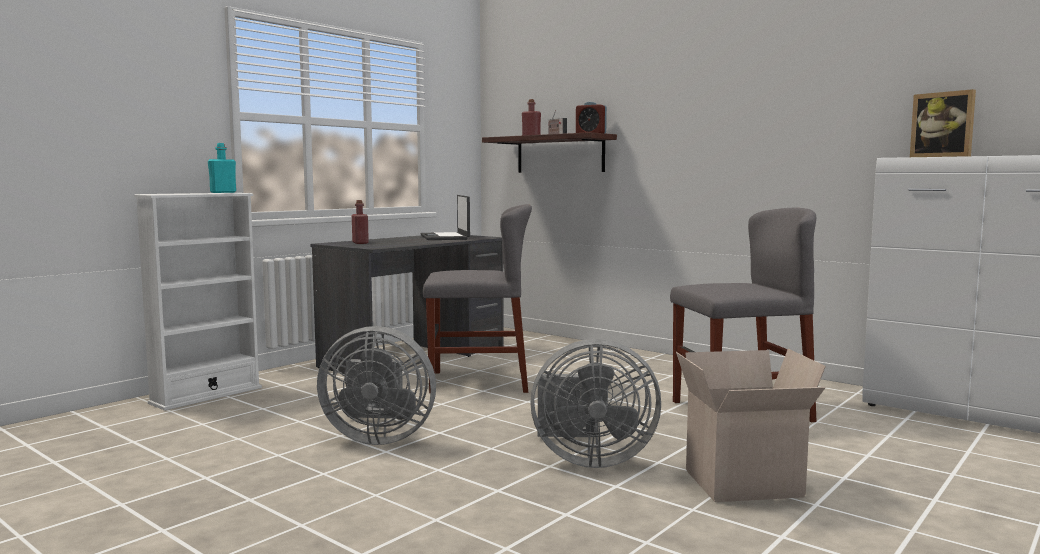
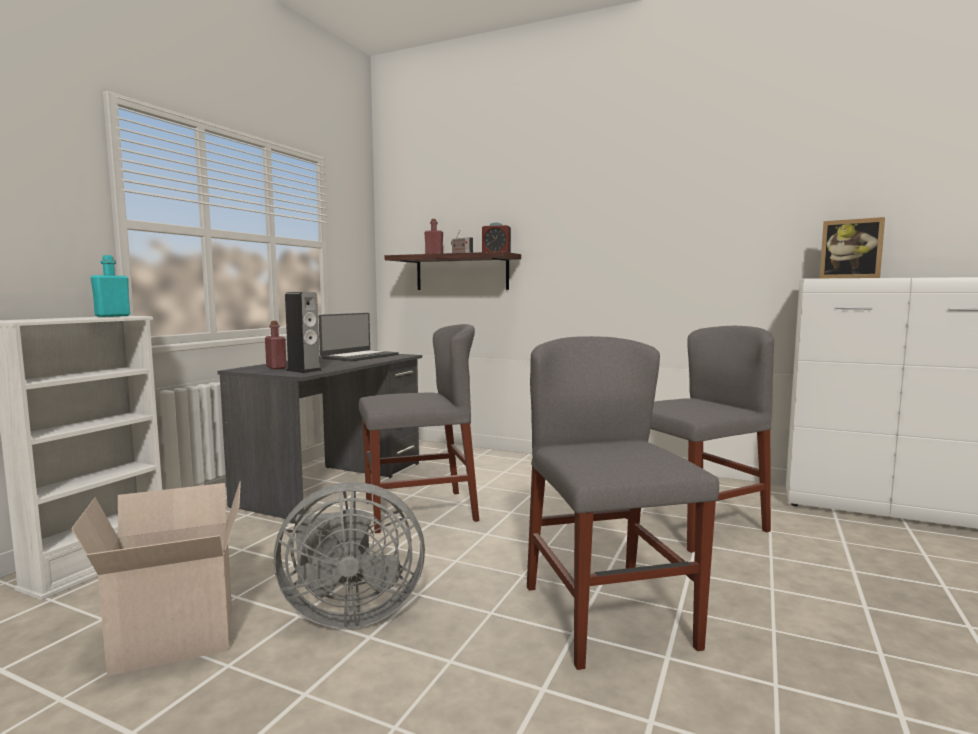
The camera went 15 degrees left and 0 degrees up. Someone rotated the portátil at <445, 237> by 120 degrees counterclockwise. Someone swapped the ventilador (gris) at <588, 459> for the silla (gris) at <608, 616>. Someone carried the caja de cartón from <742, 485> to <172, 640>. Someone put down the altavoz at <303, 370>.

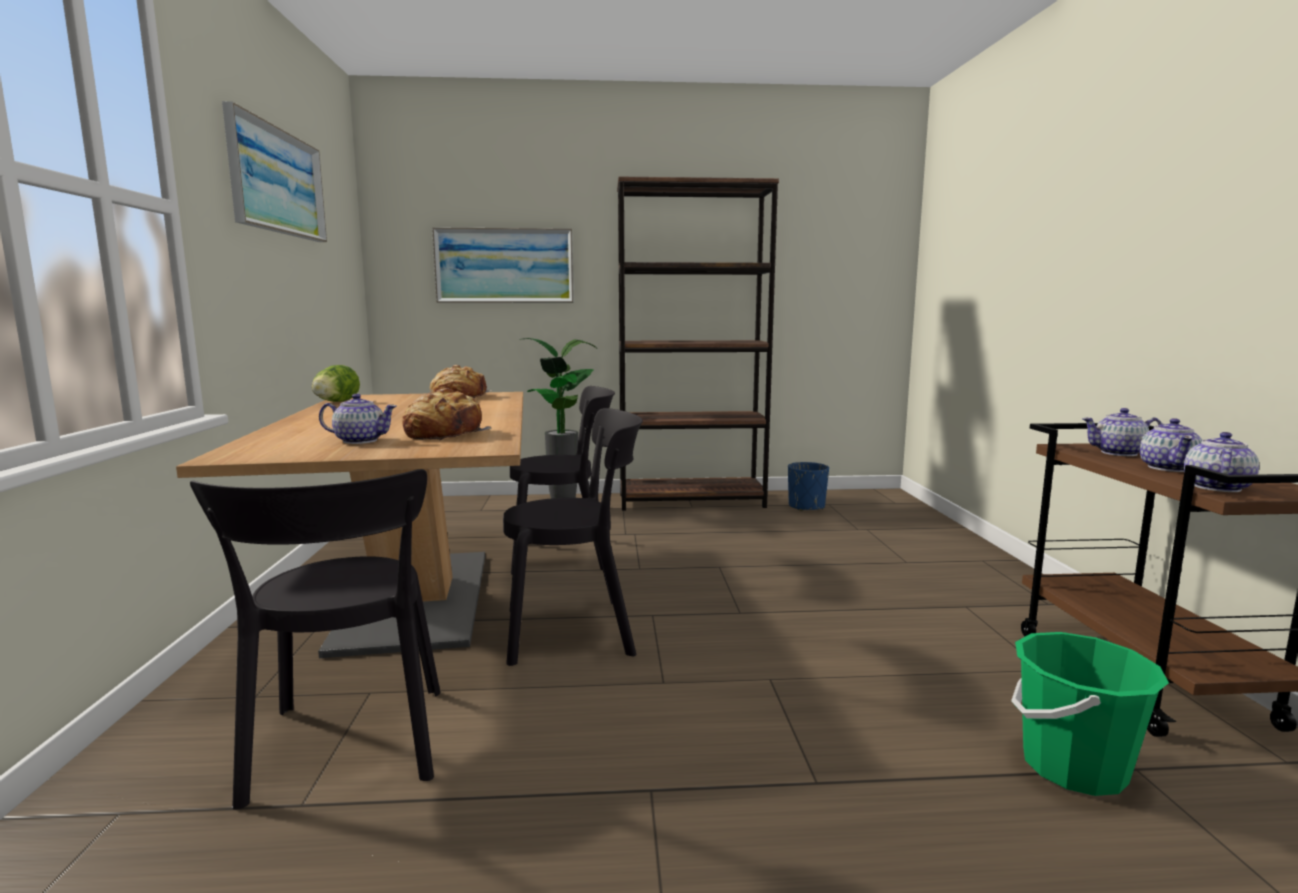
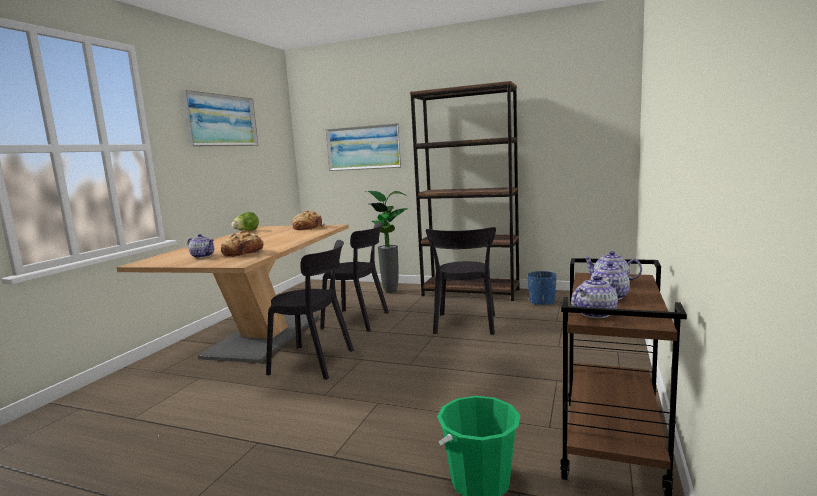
The camera went 25 degrees right and 0 degrees up. Someone carried the silla (negro) from <348, 749> to <465, 325>.

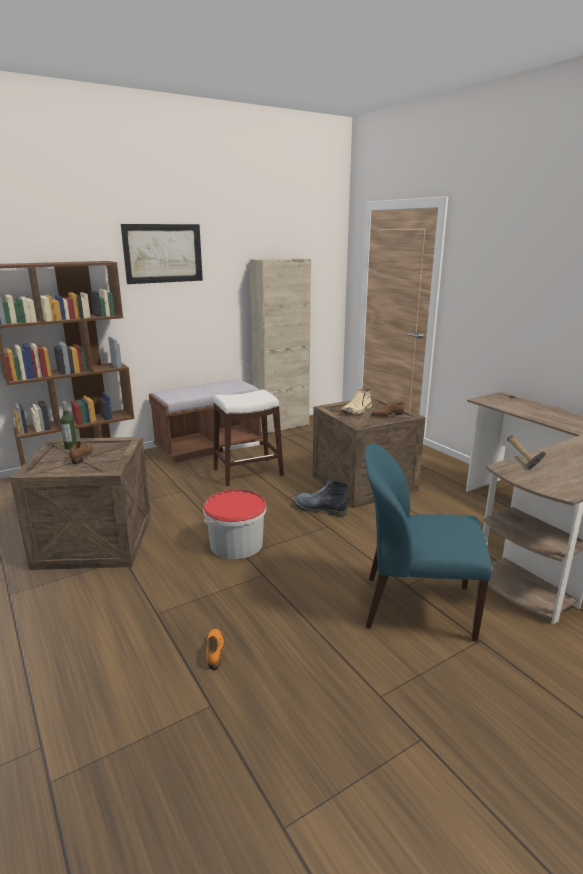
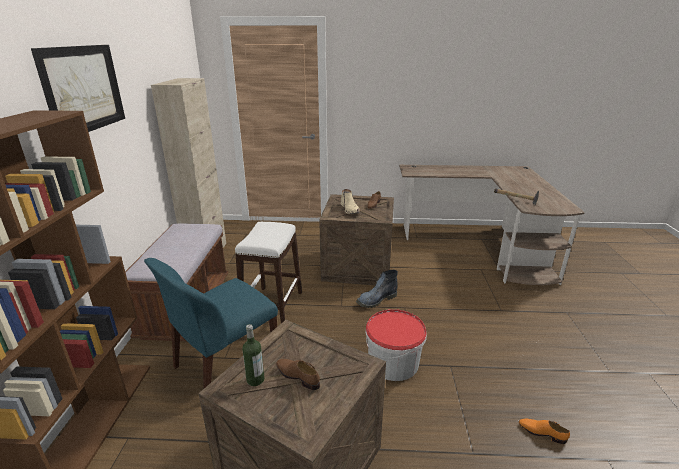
The camera went 55 degrees left and 5 degrees up. Someone carried the silla (azul) from <415, 606> to <224, 364>.

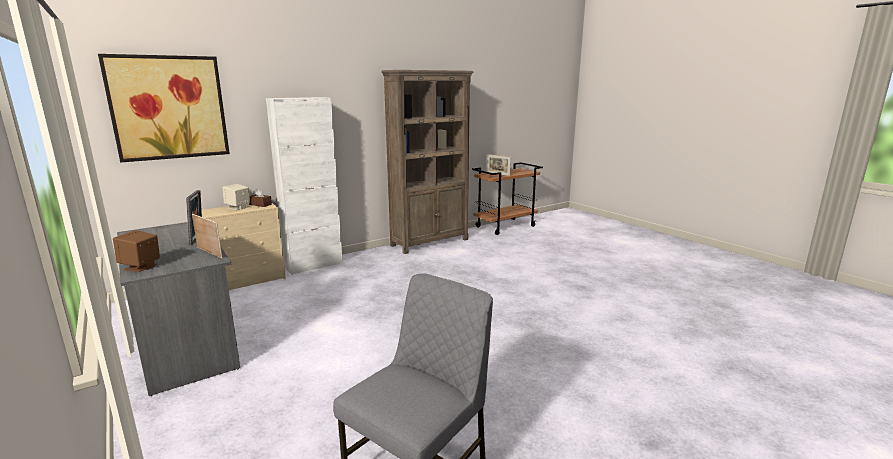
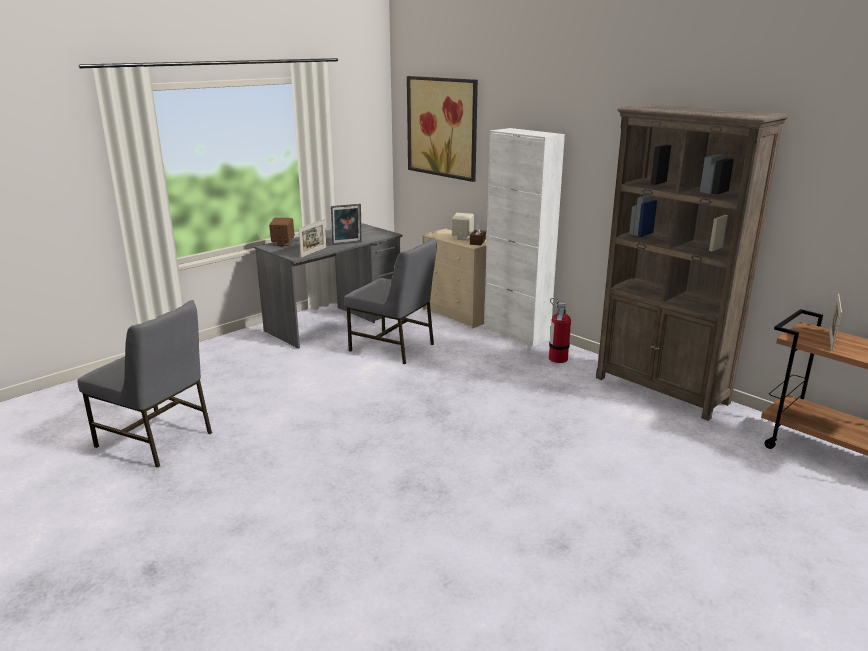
The camera went 80 degrees right and 5 degrees up. Someone put down the silla (gris) at <393, 347>. Someone put down the extintor at <558, 358>.

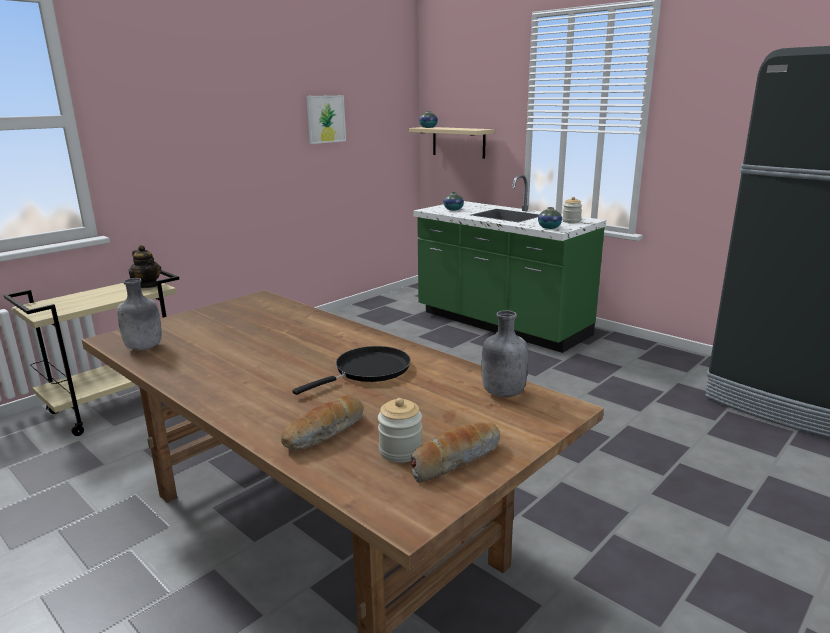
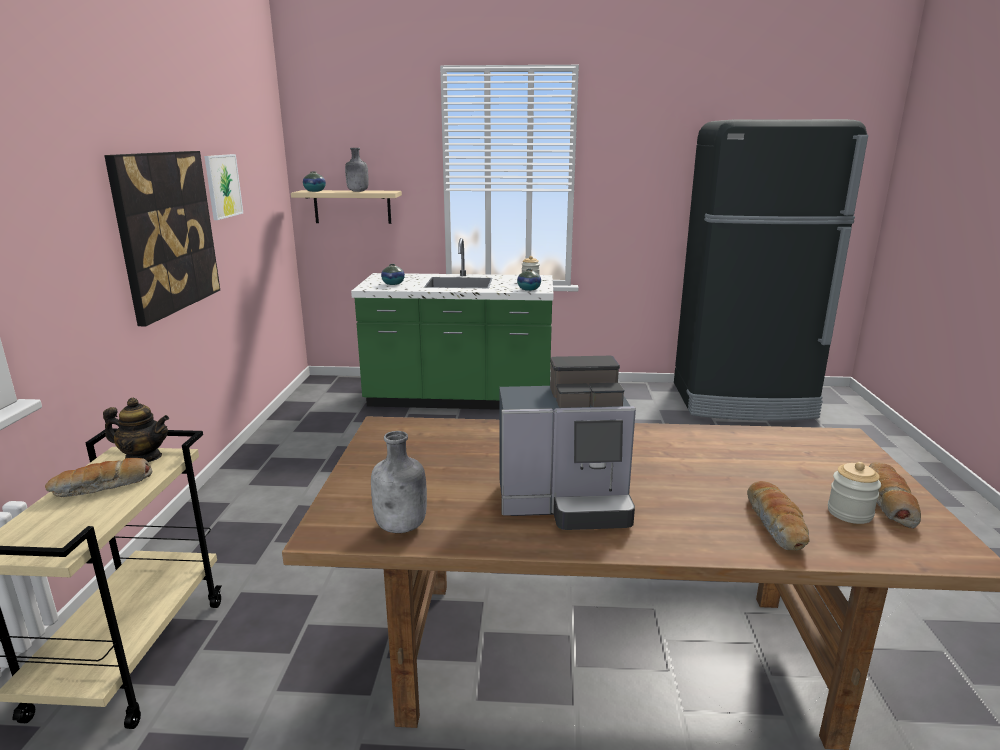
The camera went 40 degrees left and 0 degrees up. Someone carried the botella (gris) from <502, 393> to <357, 191>. Someone took away the sartén (negro) at <368, 371>. Someone put up the cuadro at <166, 232>. Someone put down the cafetera at <566, 503>. Someone put down the pan at <102, 487>.

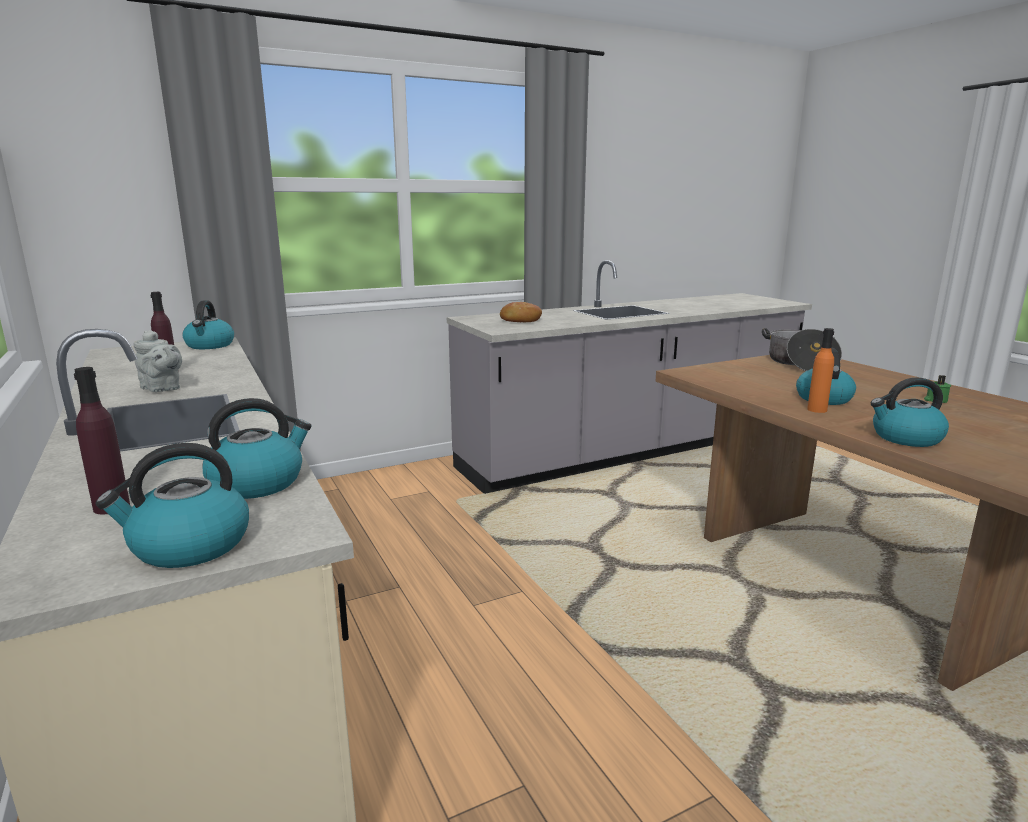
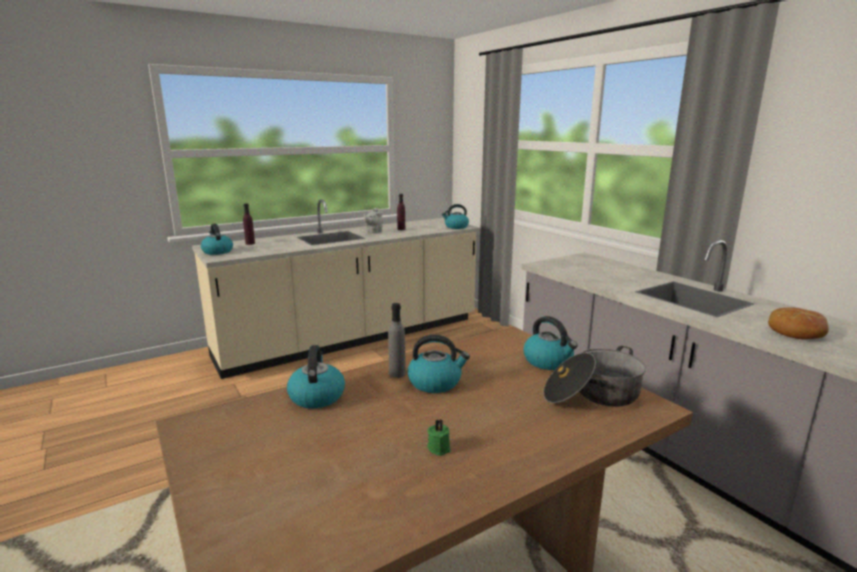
The camera went 85 degrees right and 0 degrees up. Someone carried the pan from <520, 320> to <795, 332>. Someone repainted the botella (naranja) at <817, 410>, which became the botella (gris) at <397, 373>. Someone carried the hervidor from <258, 483> to <548, 361>.

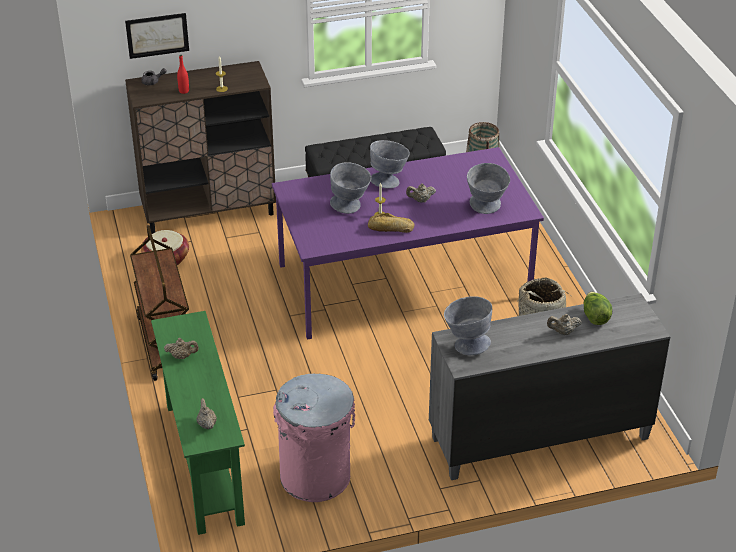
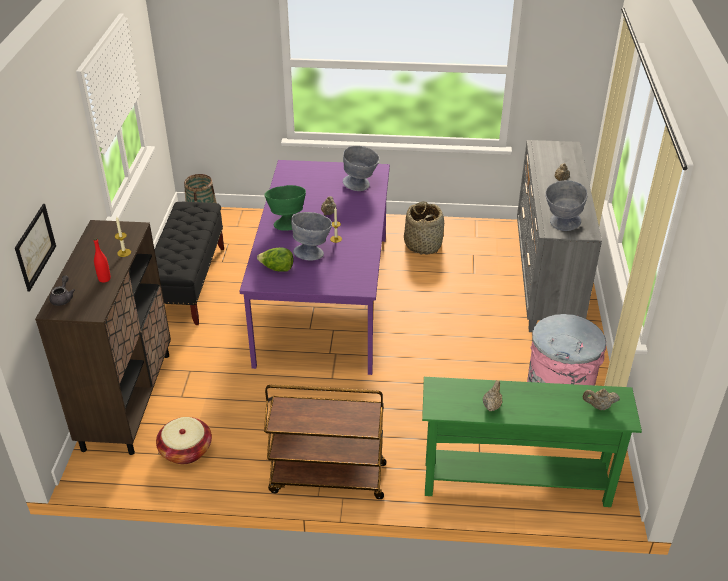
The camera went 70 degrees left and 0 degrees up. Someone repainted the cuenco (gris) at <389, 180>, which became the cuenco (verde) at <287, 223>. Someone took away the pan at <390, 228>. Someone carried the lechuga from <595, 317> to <277, 269>.

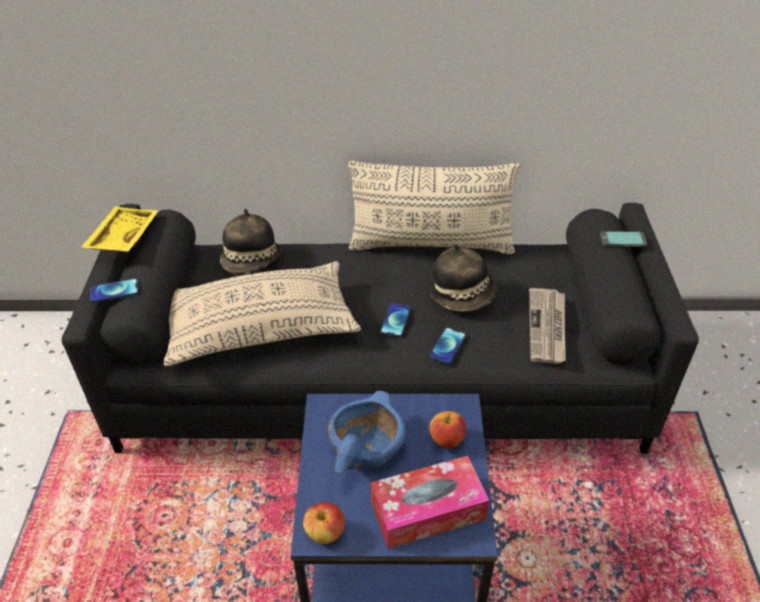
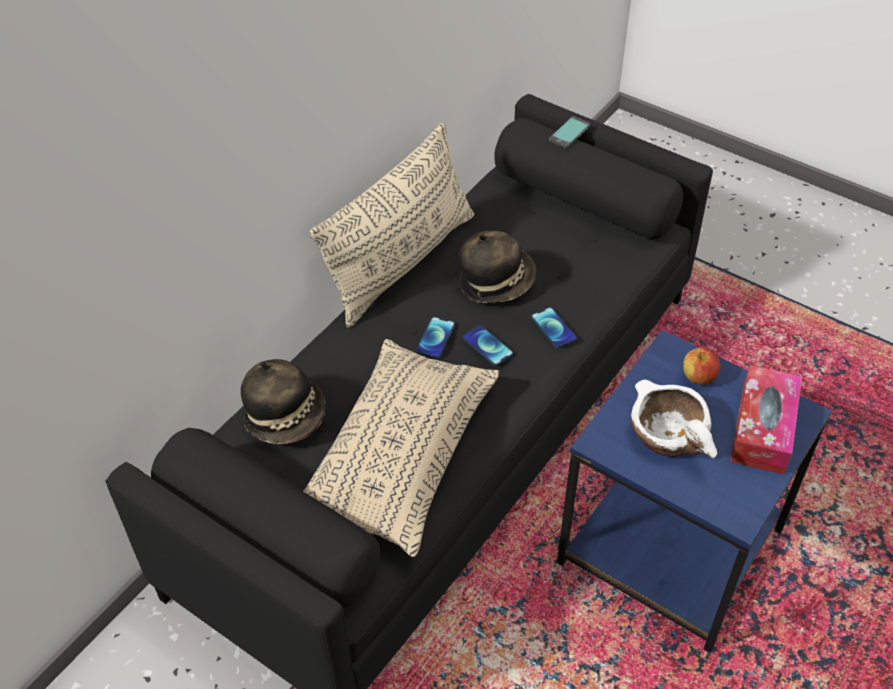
The camera went 55 degrees left and 5 degrees up. Someone took away the bandeja (amarillo) at <122, 237>. Someone carried the móvil from <114, 291> to <435, 338>. Someone took away the periódico at <547, 328>. Someone repainted the cuenco (azul) at <366, 446>, which became the cuenco (blanco) at <667, 435>. Someone took away the manzana at <325, 533>.

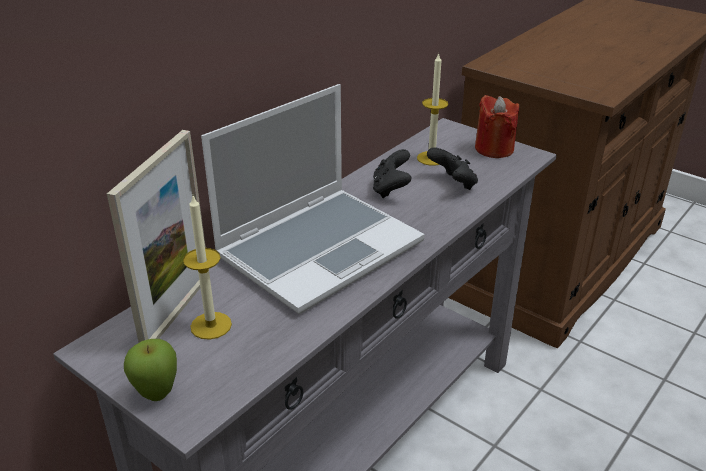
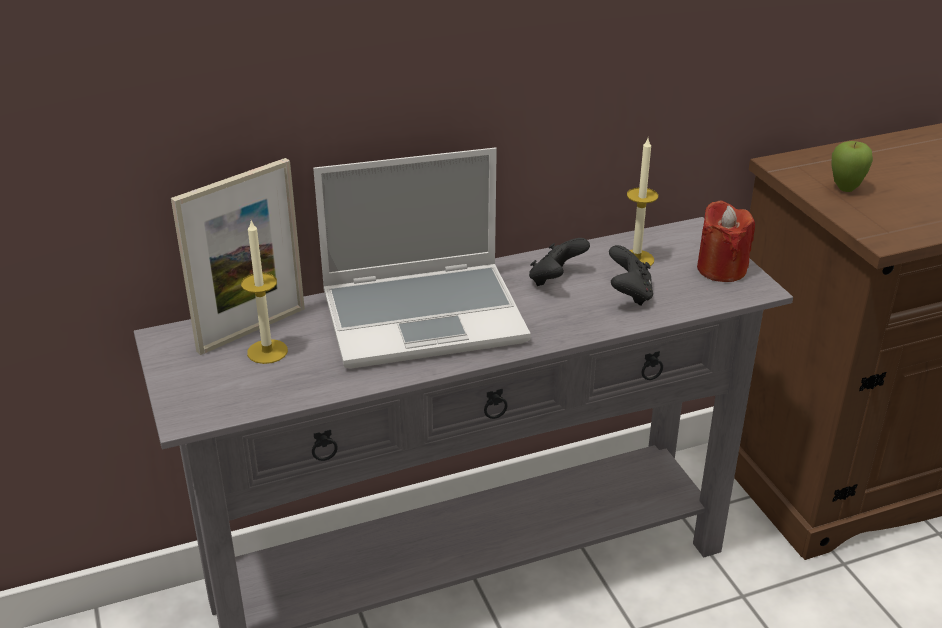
The camera went 30 degrees right and 0 degrees up. Someone carried the manzana from <157, 395> to <845, 189>.

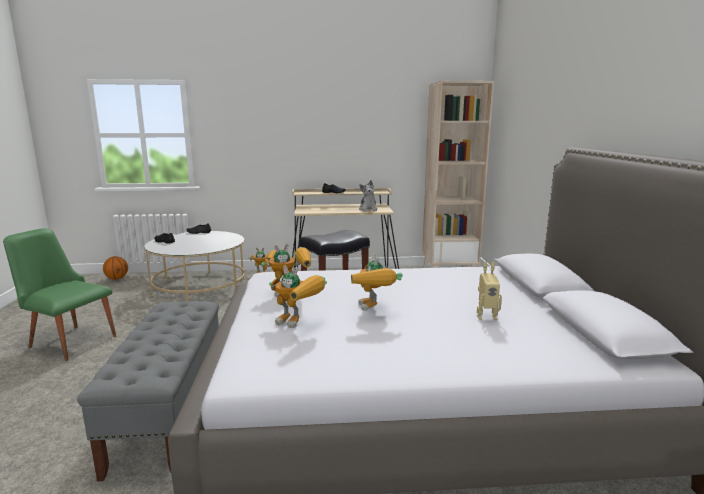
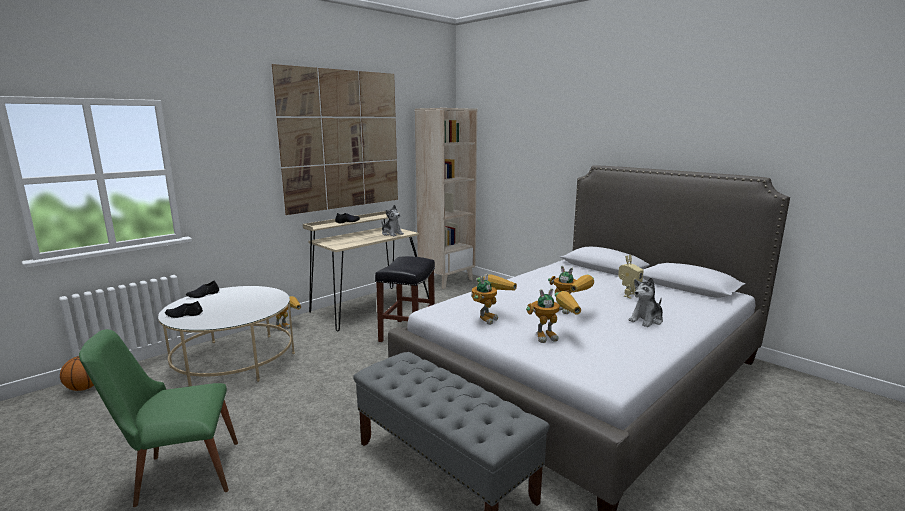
The camera went 40 degrees left and 0 degrees up. Someone put up the cuadro at <342, 140>. Someone put down the peluche at <646, 320>.

